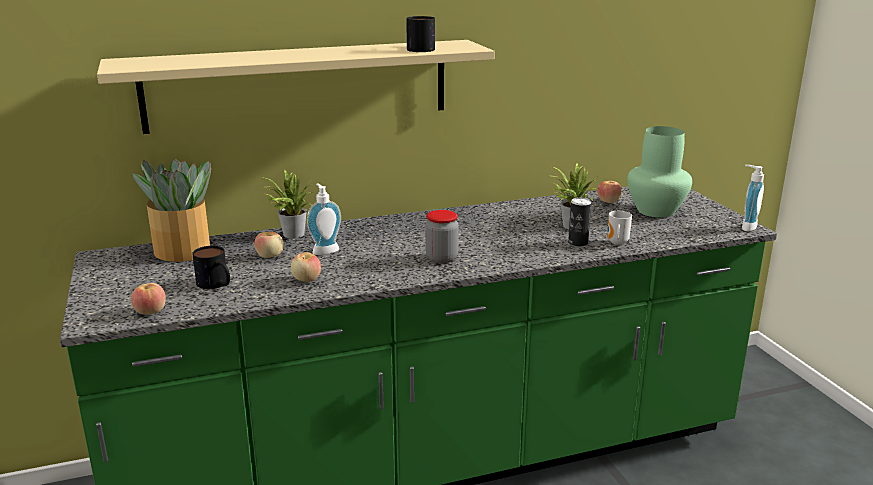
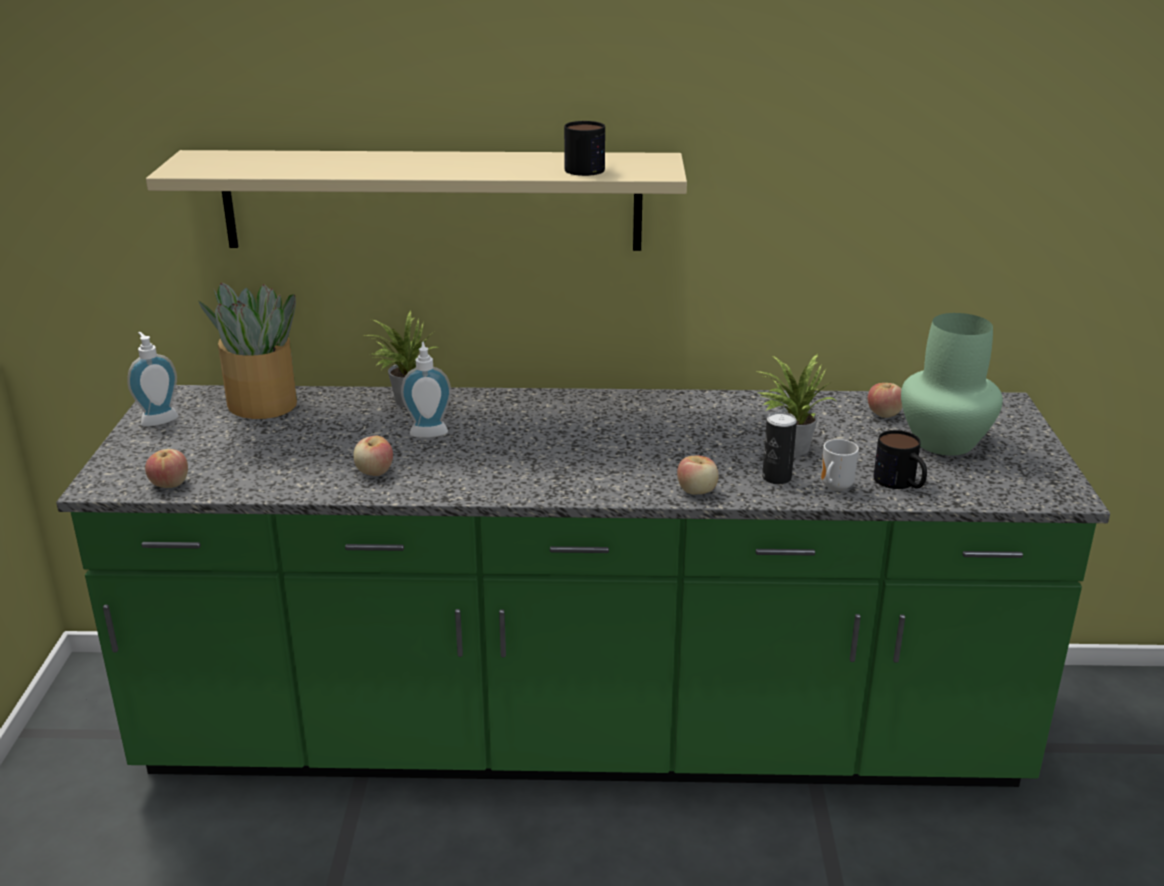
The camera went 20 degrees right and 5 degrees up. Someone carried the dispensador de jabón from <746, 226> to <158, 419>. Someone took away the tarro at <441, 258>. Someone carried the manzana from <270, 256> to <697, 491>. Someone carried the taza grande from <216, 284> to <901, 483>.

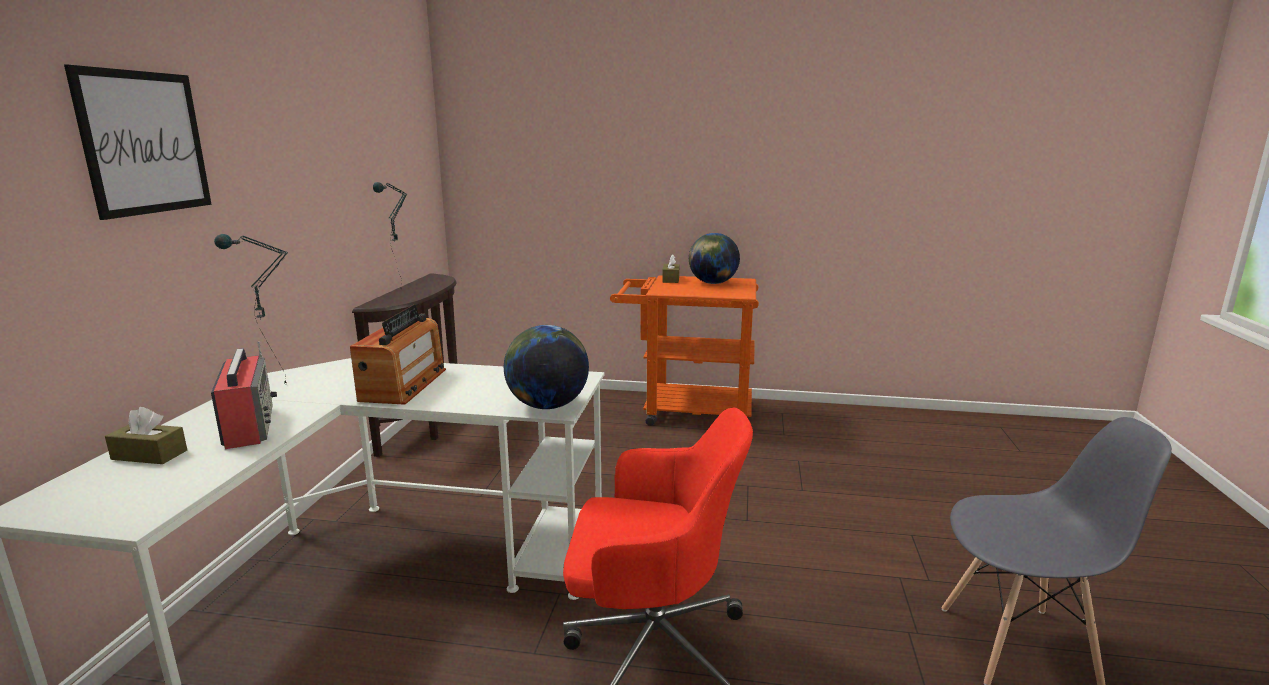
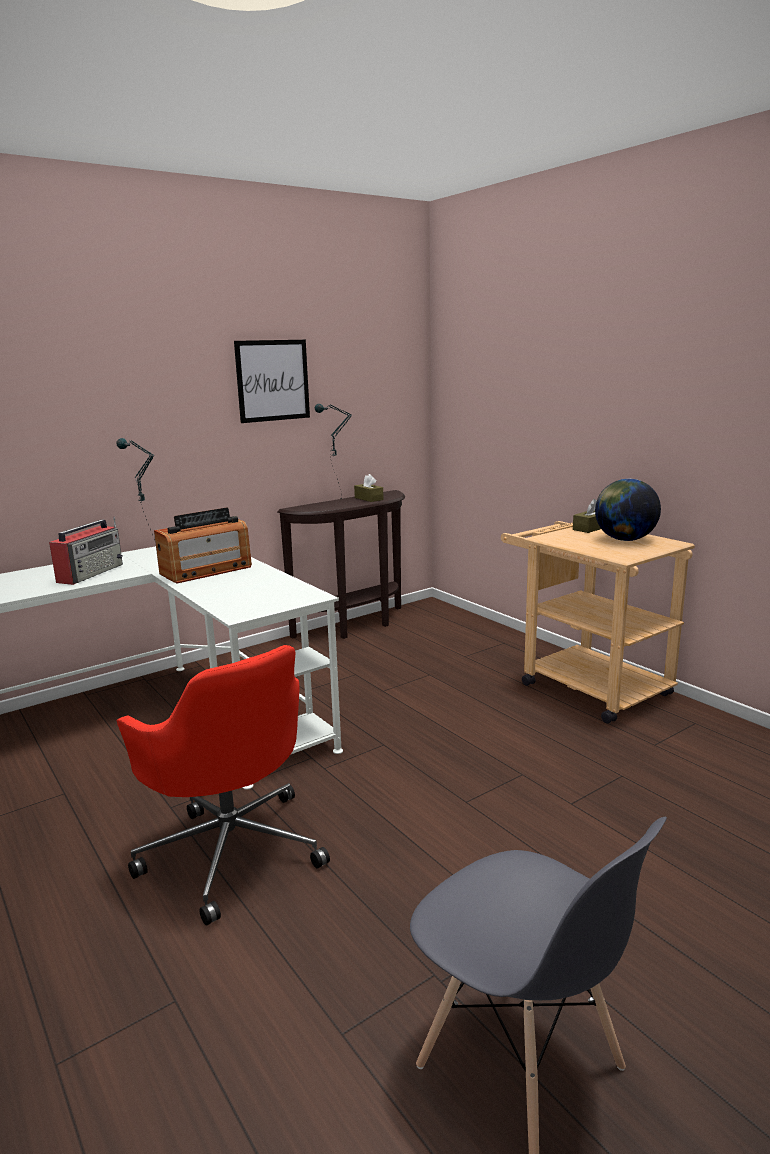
The camera went 45 degrees right and 0 degrees up. Someone carried the cuadro from <144, 143> to <272, 380>. Someone repainted the carrito (naranja) at <686, 411>, which became the carrito (beis) at <584, 685>. Someone took away the globo terráqueo at <547, 405>. Someone carried the caja de pañuelos (marrón) from <149, 455> to <369, 498>.

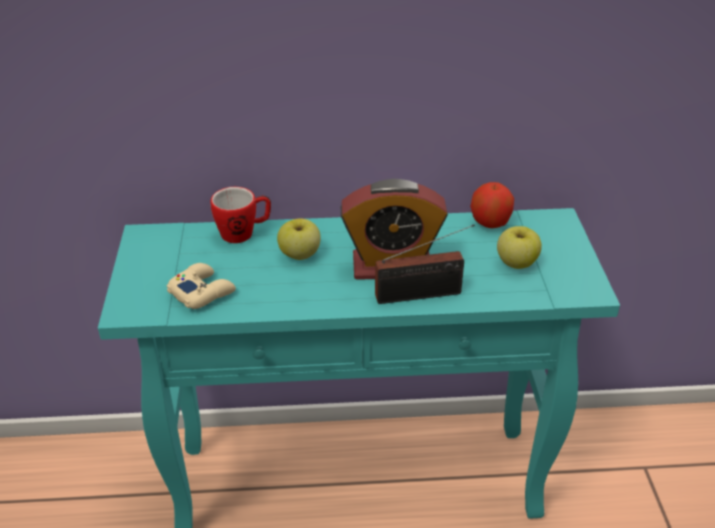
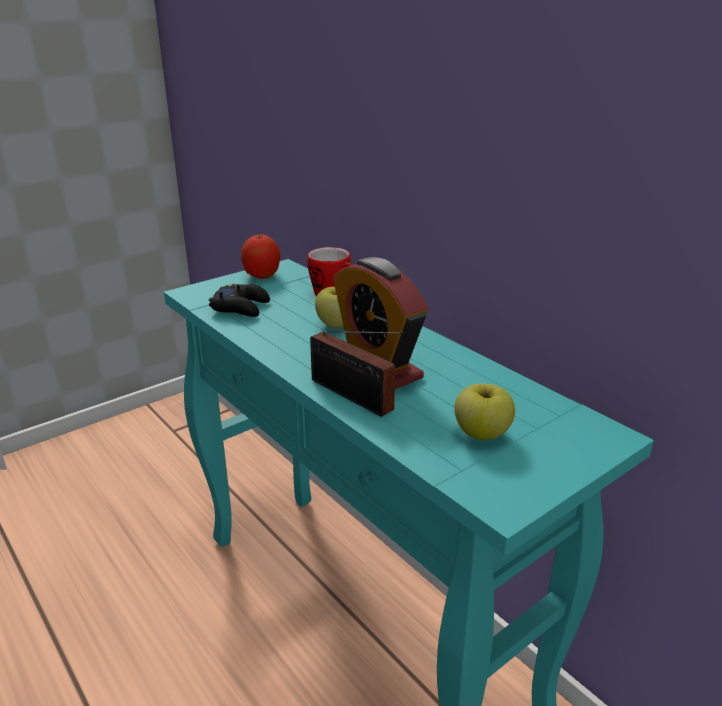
The camera went 55 degrees right and 10 degrees down. Someone carried the manzana from <490, 223> to <262, 275>. Someone repainted the mando de consola (beis) at <202, 292>, which became the mando de consola (negro) at <241, 307>.

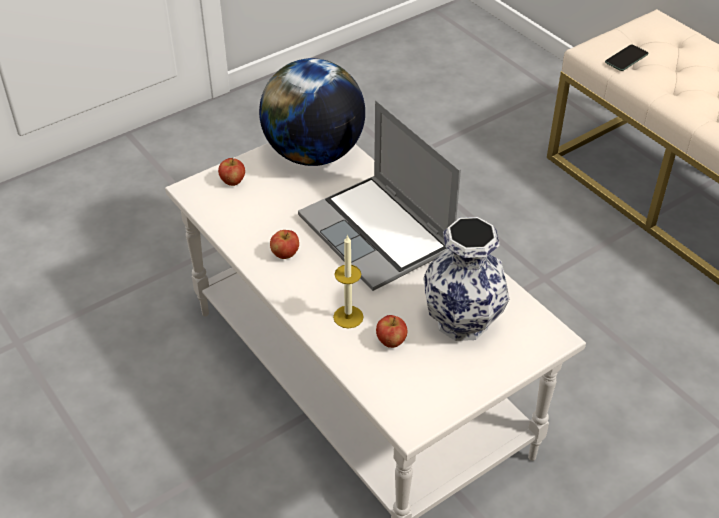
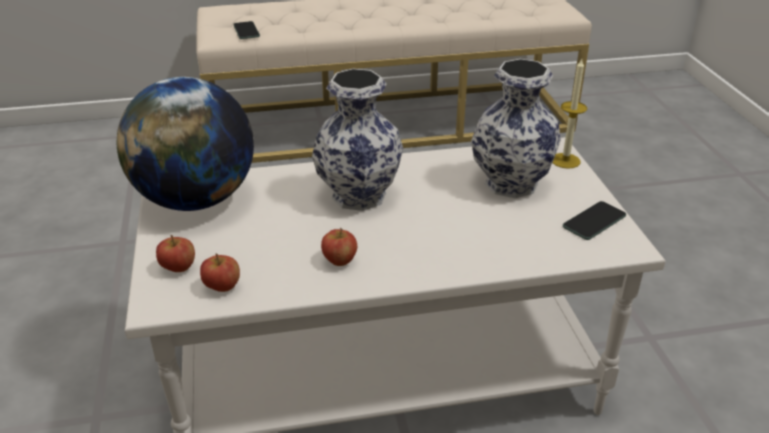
The camera went 65 degrees left and 10 degrees down. Someone swapped the portátil at <378, 234> for the florero at <360, 194>. Someone carried the vela from <348, 317> to <565, 160>. Someone carried the manzana from <391, 341> to <222, 287>. Someone put down the móvil at <594, 221>.

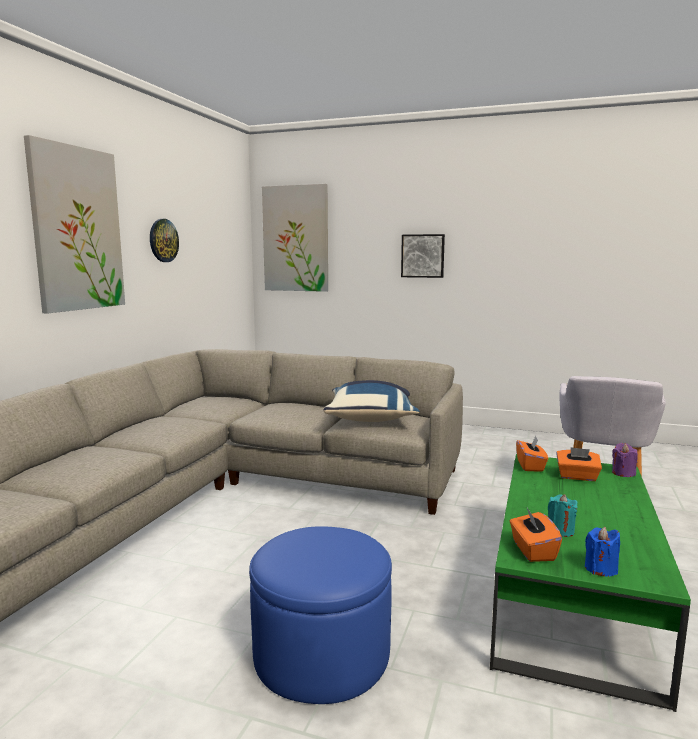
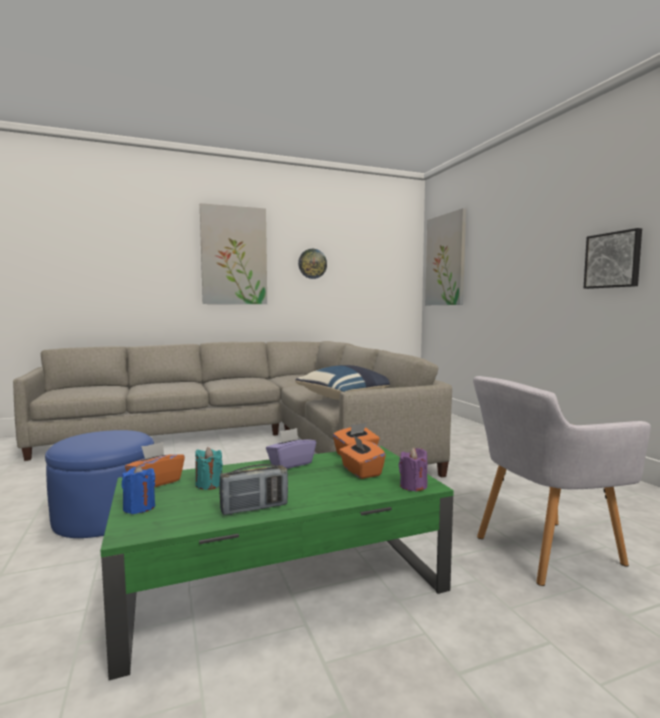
The camera went 50 degrees right and 5 degrees down. Someone carried the cuadro from <423, 256> to <613, 260>. Someone put down the caja de pañuelos (morado) at <290, 464>. Someone put down the radio at <254, 508>.

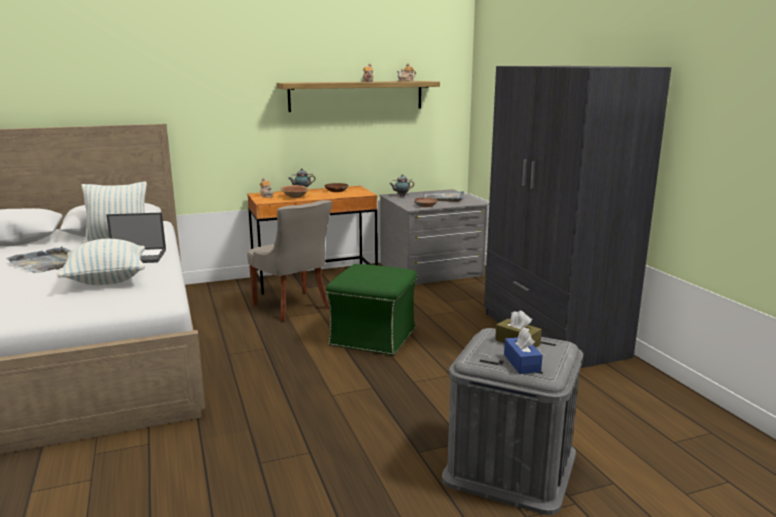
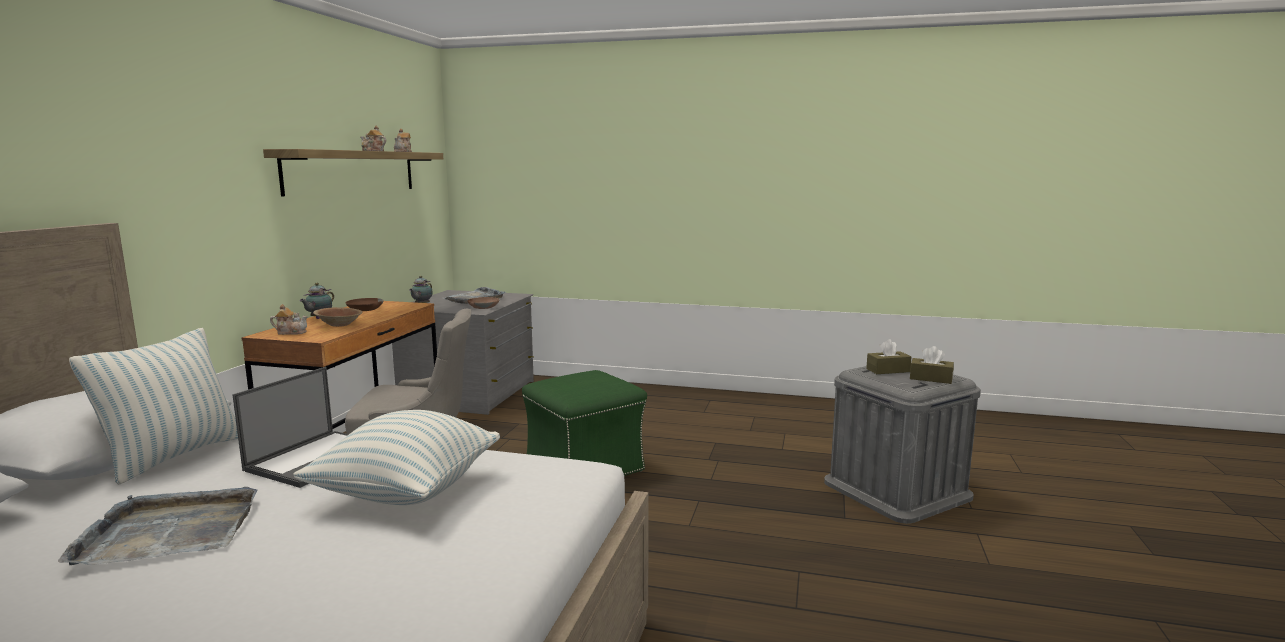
The camera went 55 degrees left and 5 degrees down. Someone took away the armario ropero (gris) at <552, 334>. Someone repainted the caja de pañuelos (azul) at <522, 363>, which became the caja de pañuelos (marrón) at <931, 378>.

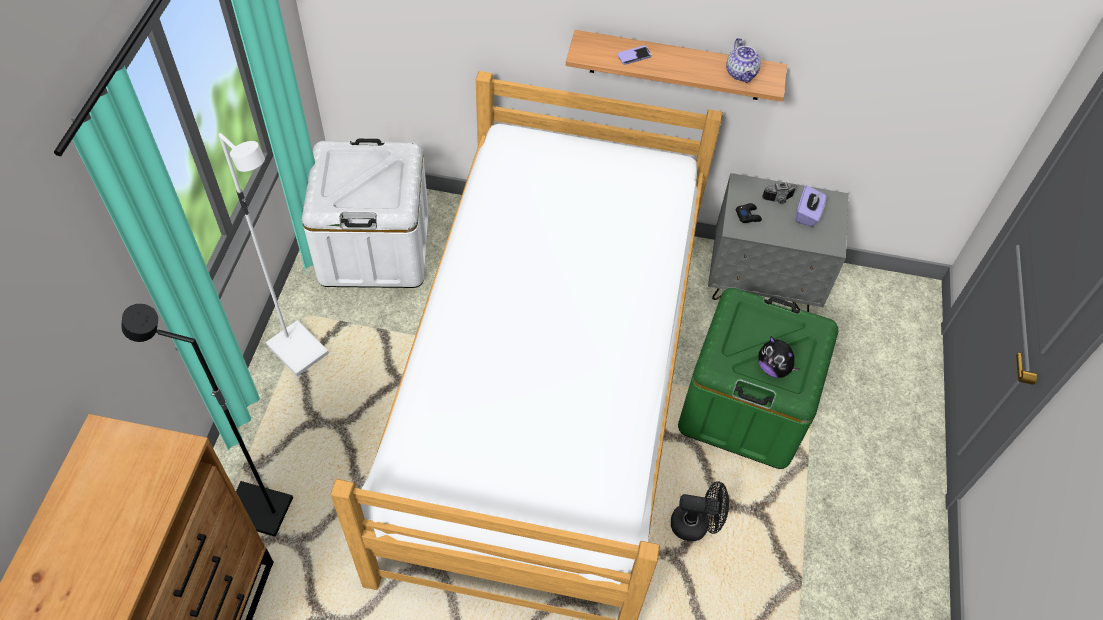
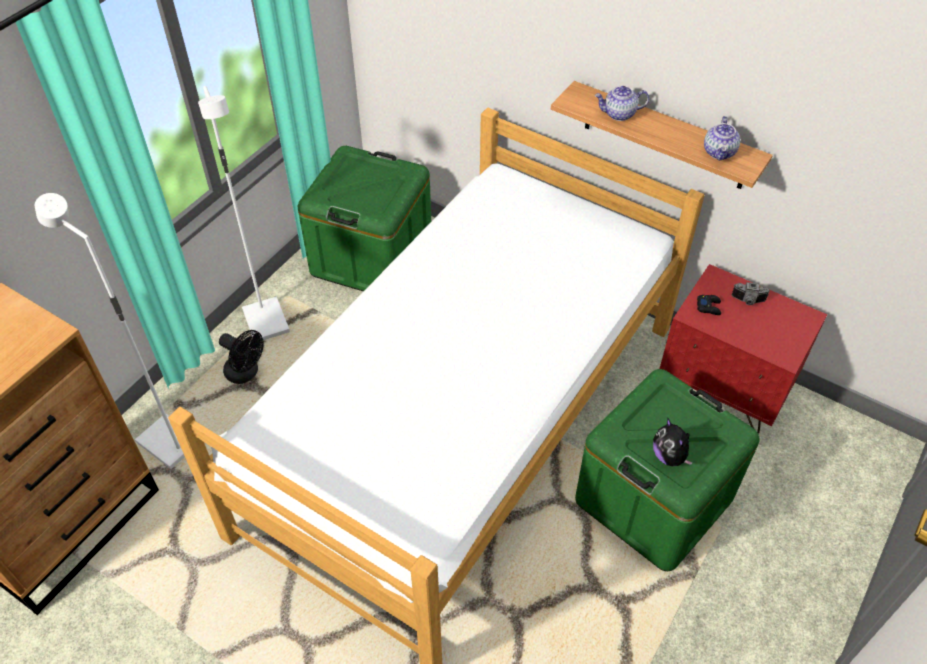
The camera went 25 degrees right and 5 degrees down. Someone swapped the móvil at <634, 56> for the tetera at <619, 114>. Someone repainted the caja de almacenaje (blanco) at <374, 247>, which became the caja de almacenaje (verde) at <371, 256>. Someone repainted the mesita de noche (gris) at <762, 283>, which became the mesita de noche (rojo) at <723, 390>. Someone took away the caja de pañuelos (morado) at <807, 214>. Someone repainted the lámpara de pie (negro) at <257, 511>, which became the lámpara de pie (blanco) at <167, 443>. Someone carried the ventilador (negro) from <696, 524> to <246, 373>.

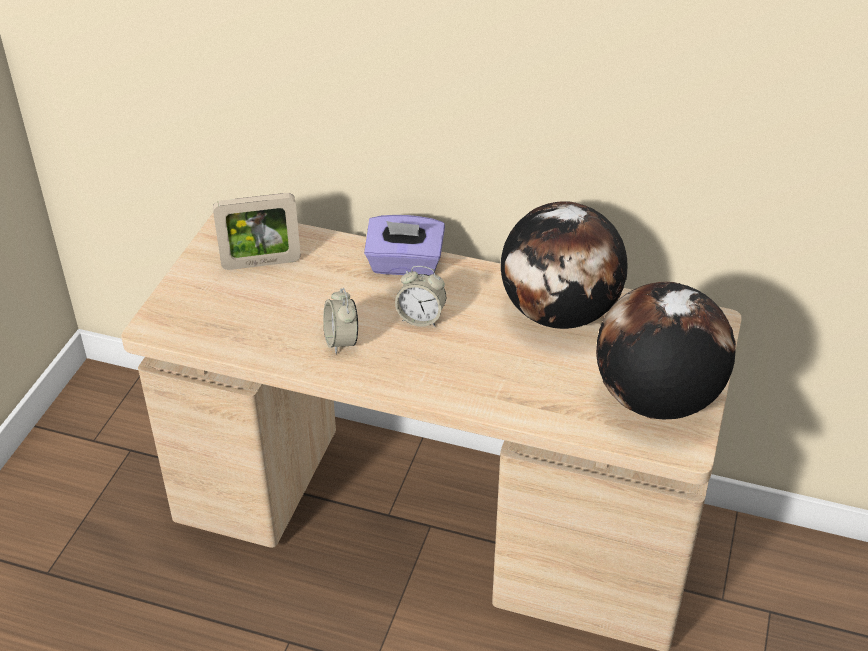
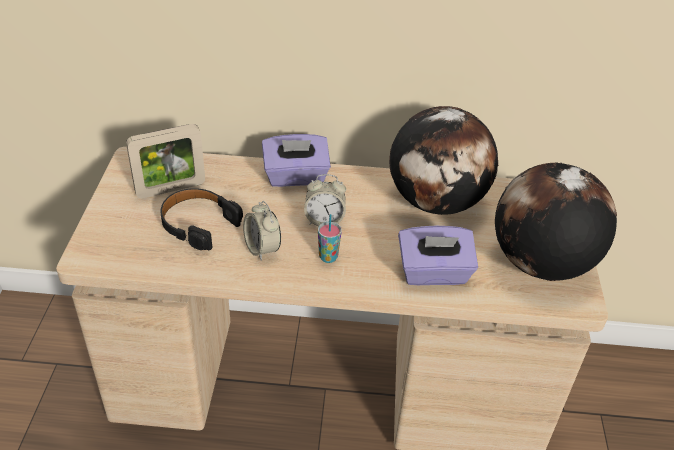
The camera went 15 degrees left and 0 degrees up. Someone put down the auriculares (negro) at <198, 224>. Someone put down the taza at <328, 257>. Someone put down the caja de pañuelos (morado) at <434, 273>.

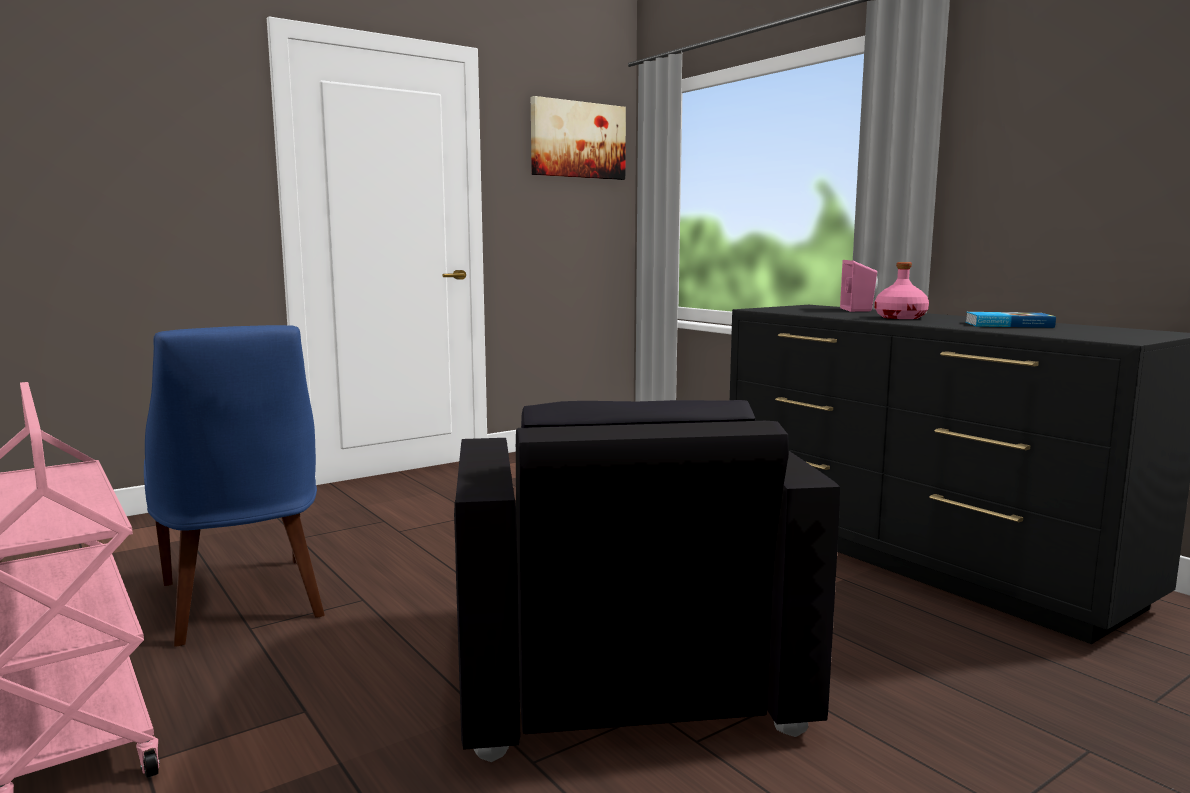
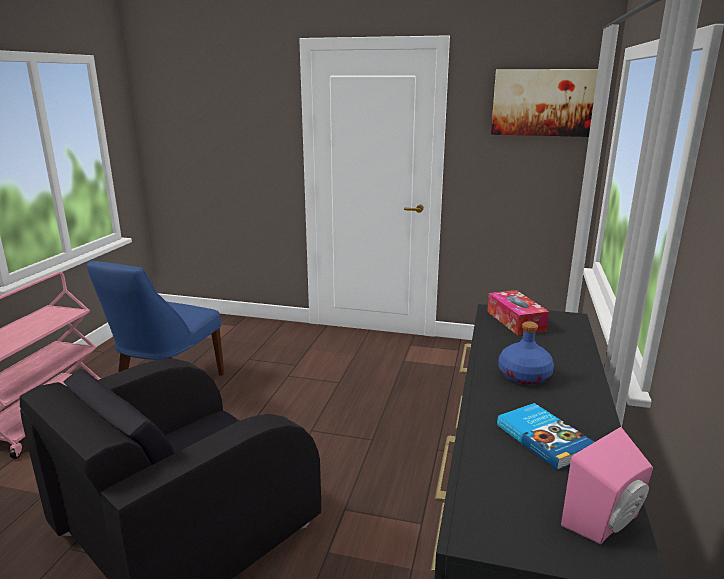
The camera went 50 degrees right and 10 degrees up. Someone carried the altavoz (rosa) from <859, 310> to <607, 523>. Someone repainted the botella (rosa) at <901, 317>, which became the botella (azul) at <524, 376>. Someone put down the caja de pañuelos at <515, 321>.

